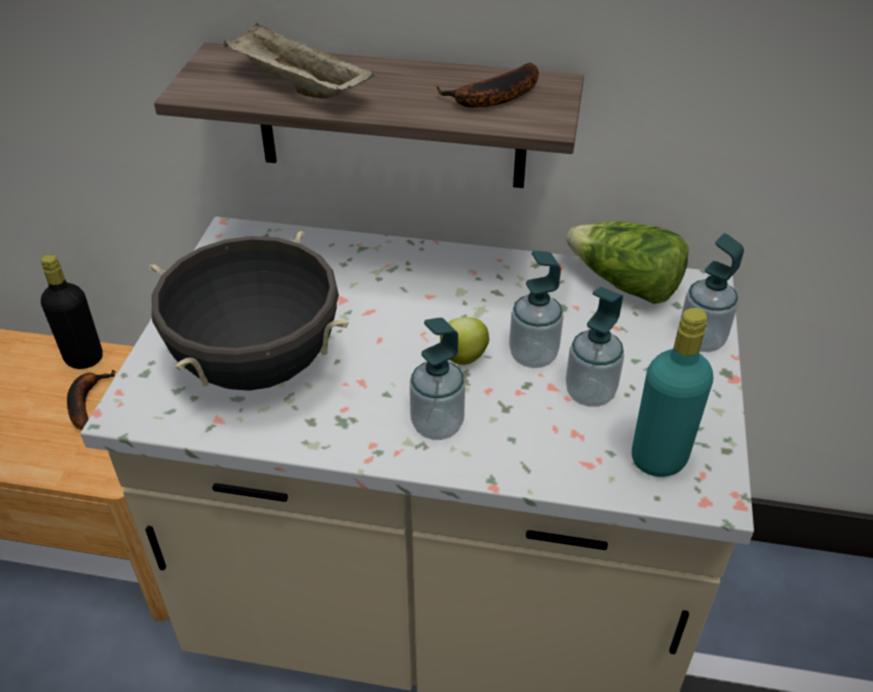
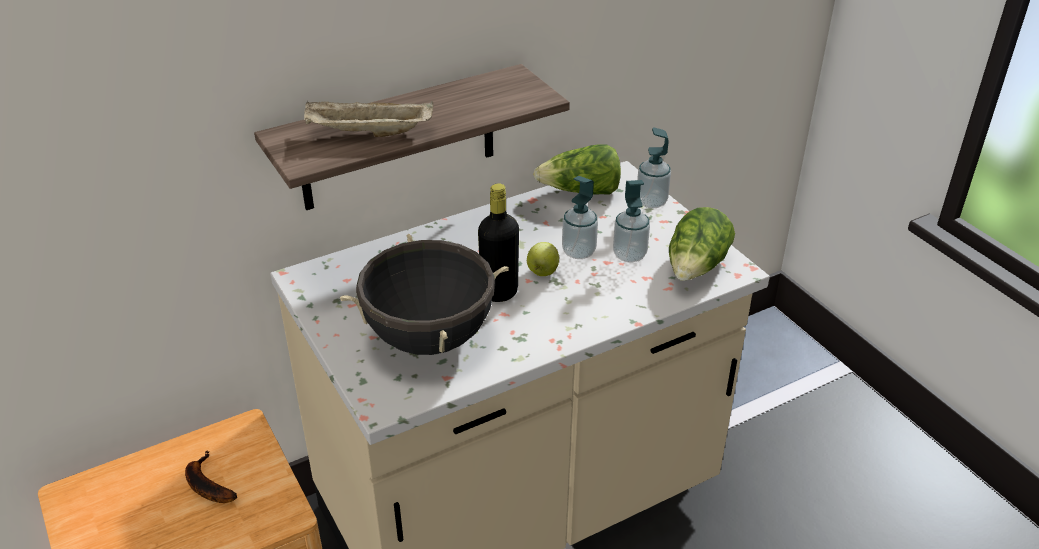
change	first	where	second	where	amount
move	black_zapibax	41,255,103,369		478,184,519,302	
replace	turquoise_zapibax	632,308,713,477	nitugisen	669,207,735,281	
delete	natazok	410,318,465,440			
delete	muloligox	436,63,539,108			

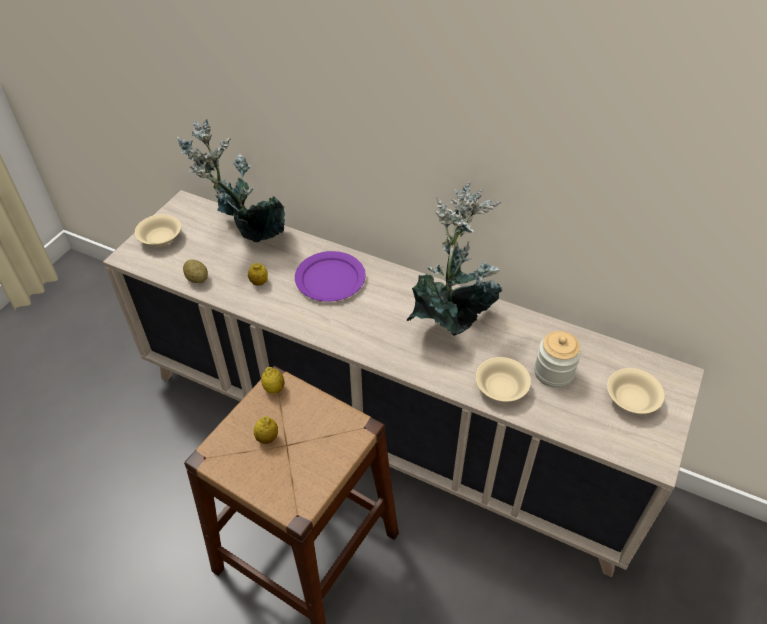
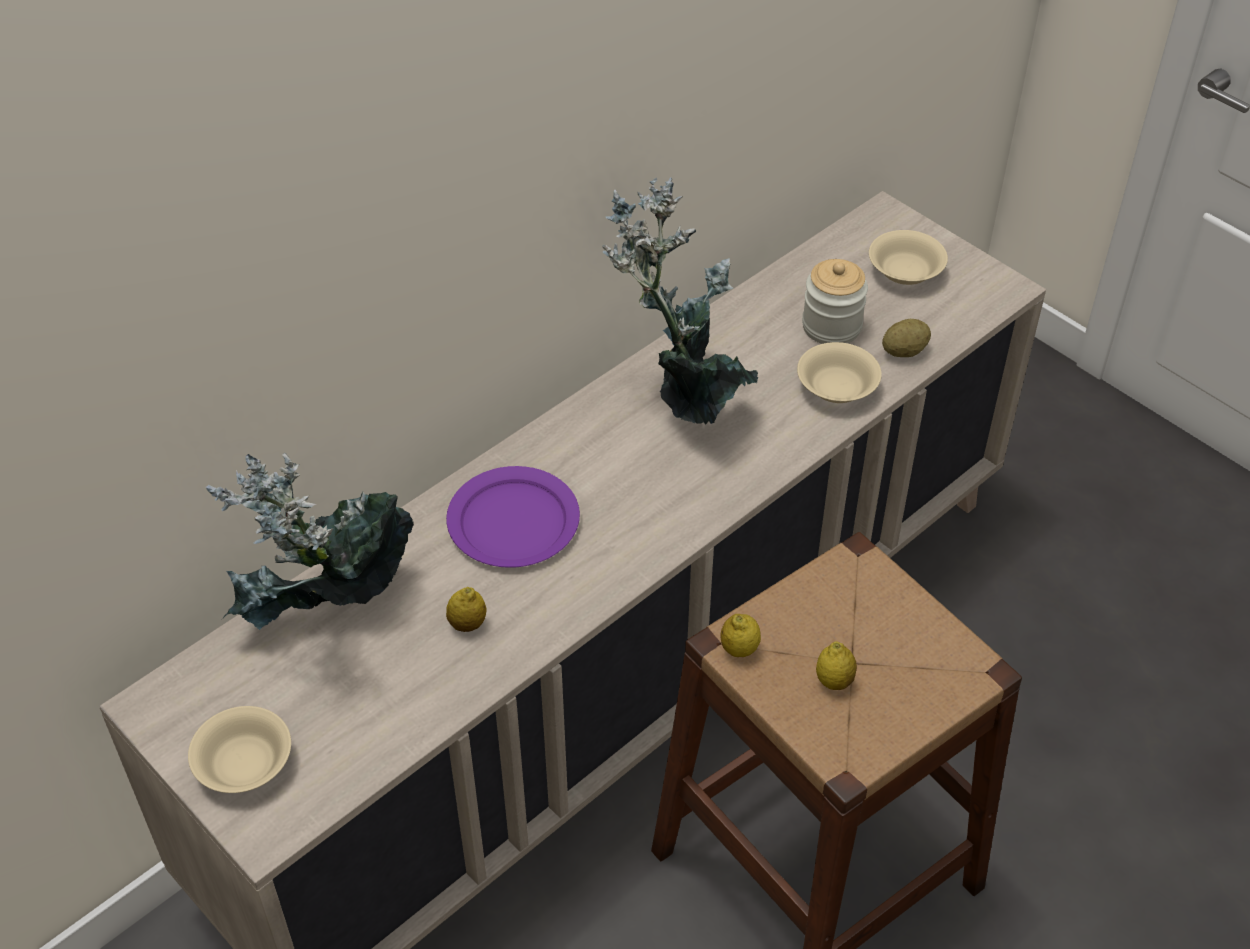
change	first	where	second	where	amount
move	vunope	183,259,208,283		882,319,931,357	

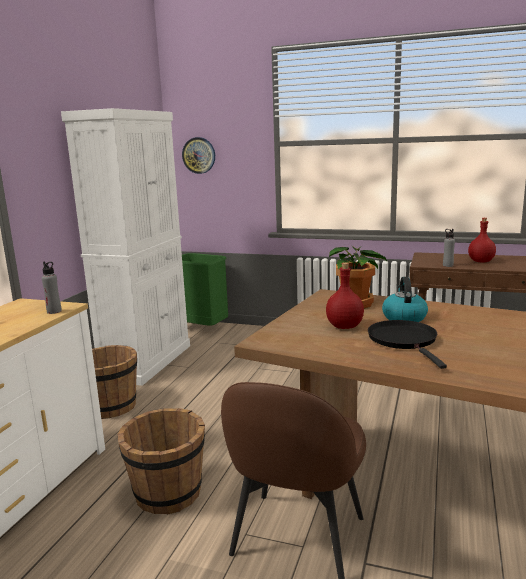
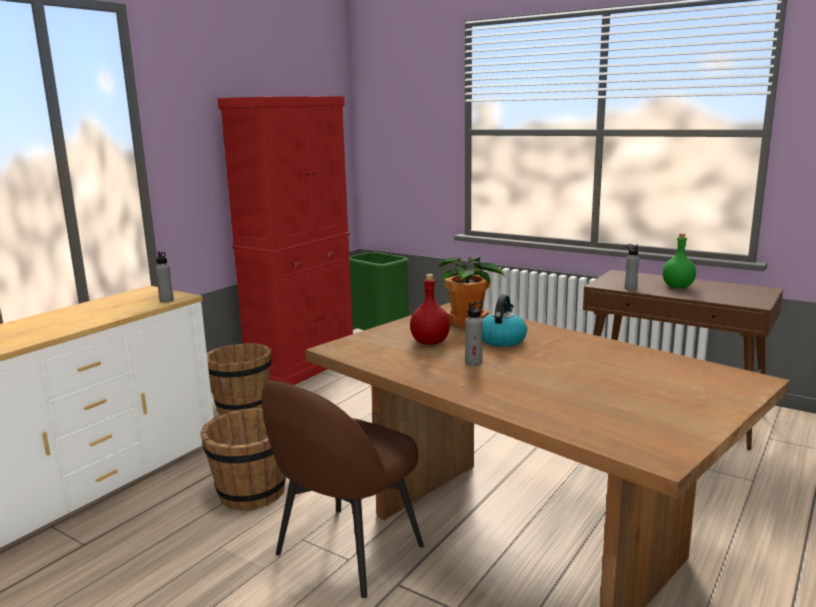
change	first	where	second	where	amount
recolor	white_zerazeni	61,108,190,386	red_zerazeni	217,96,353,385	
replace	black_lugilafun	368,320,447,369	grey_zapibax	465,301,483,366	
recolor	red_zapibax	468,218,496,263	green_zapibax	663,233,696,288	
delete	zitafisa	182,137,215,174			

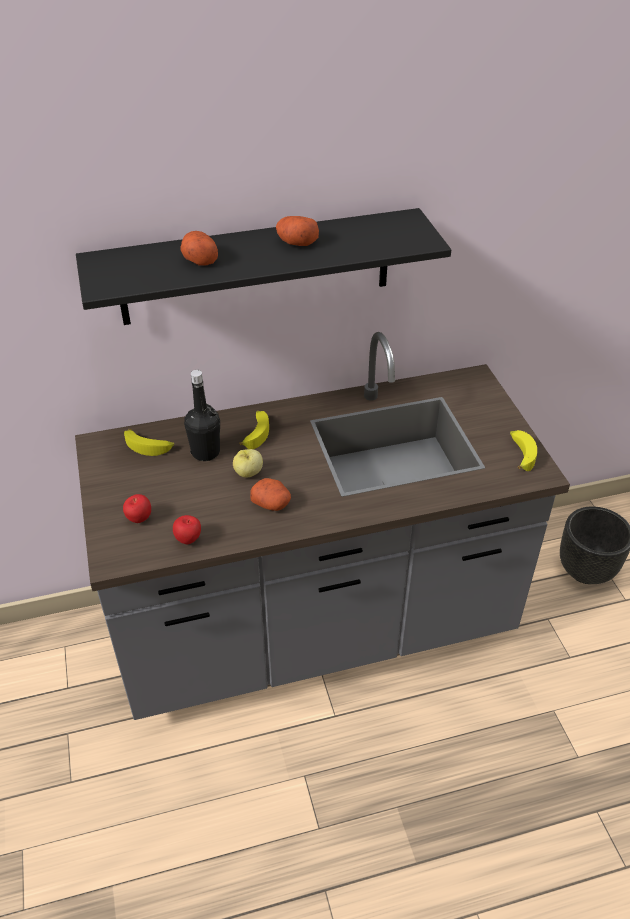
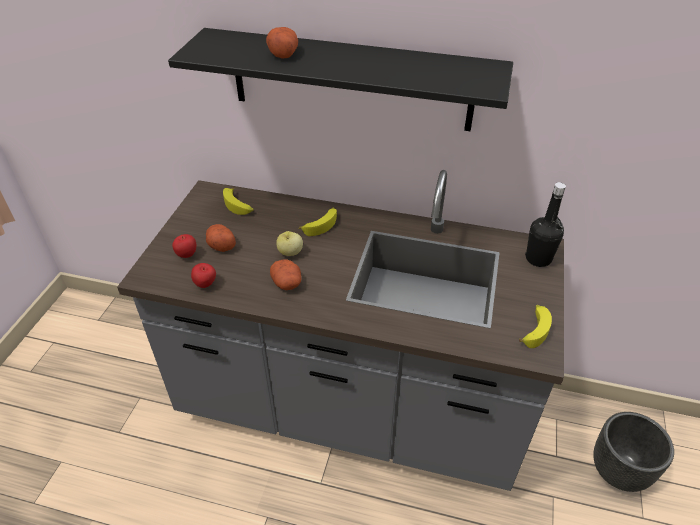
change	first	where	second	where	amount
move	vunope	276,216,319,246		206,224,236,252	
move	black_zapibax	184,370,220,461		525,182,566,267	

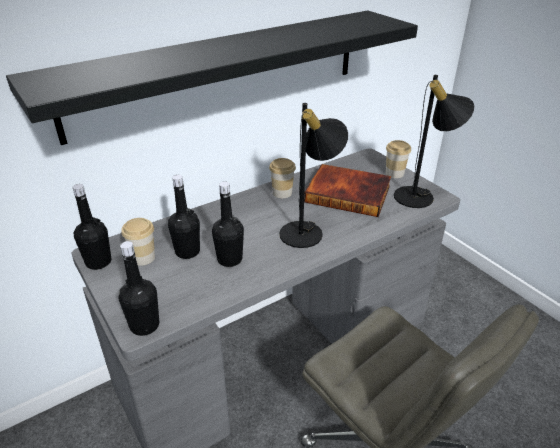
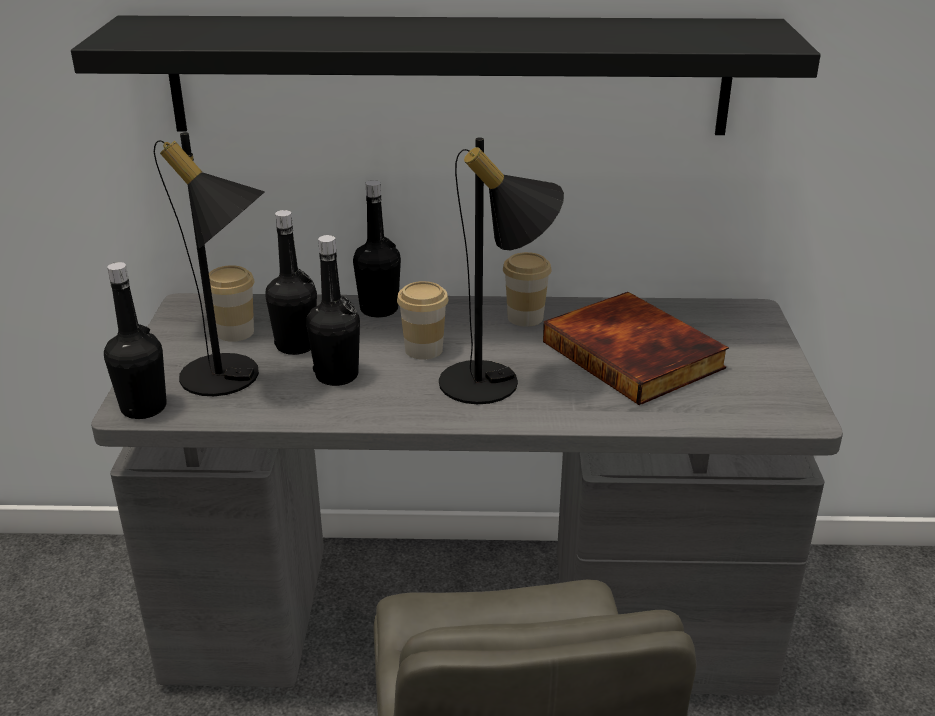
change	first	where	second	where	amount
move	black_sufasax	394,75,474,208		154,132,265,396	
move	black_zapibax	72,184,111,270		353,180,401,318	
move	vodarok	386,140,411,178		397,281,449,360	

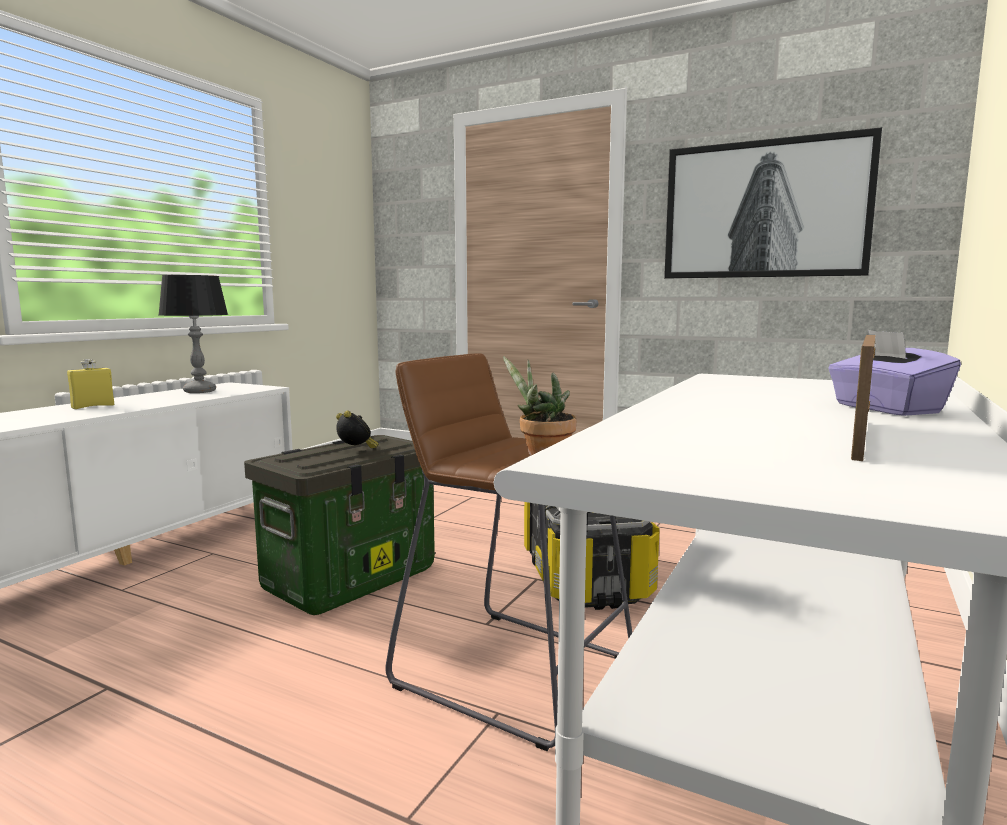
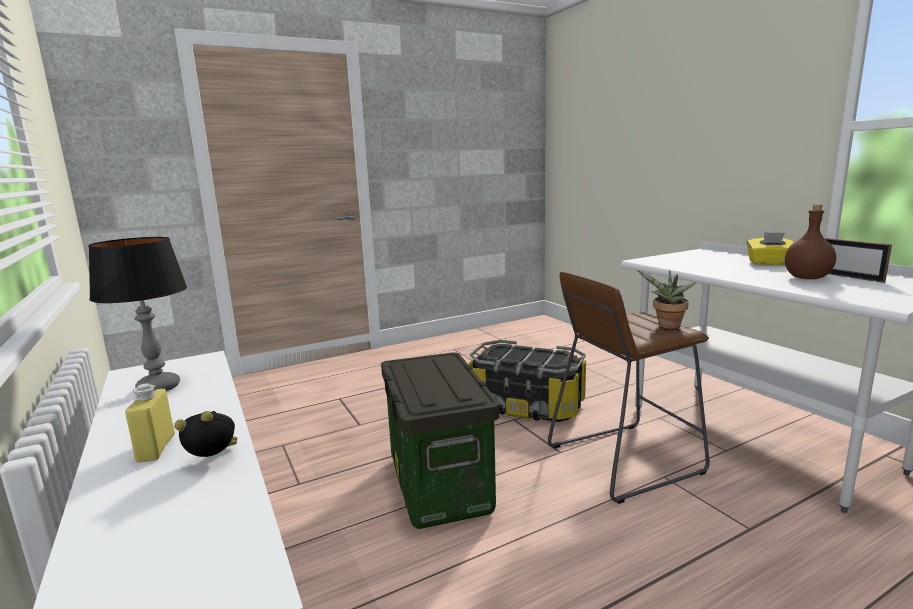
change	first	where	second	where	amount
move	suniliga	336,411,379,448		174,411,237,457	
recolor	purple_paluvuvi	828,330,961,416	yellow_paluvuvi	747,232,794,265	
insert			brown_zapibax	785,204,836,279	
delete	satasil	664,127,882,279			

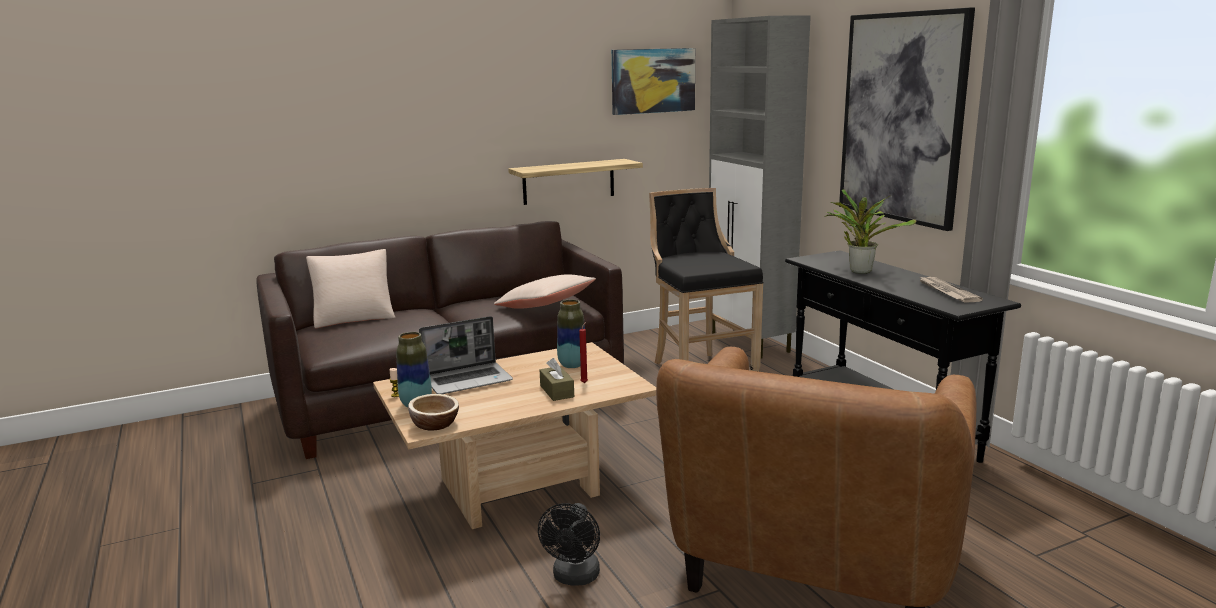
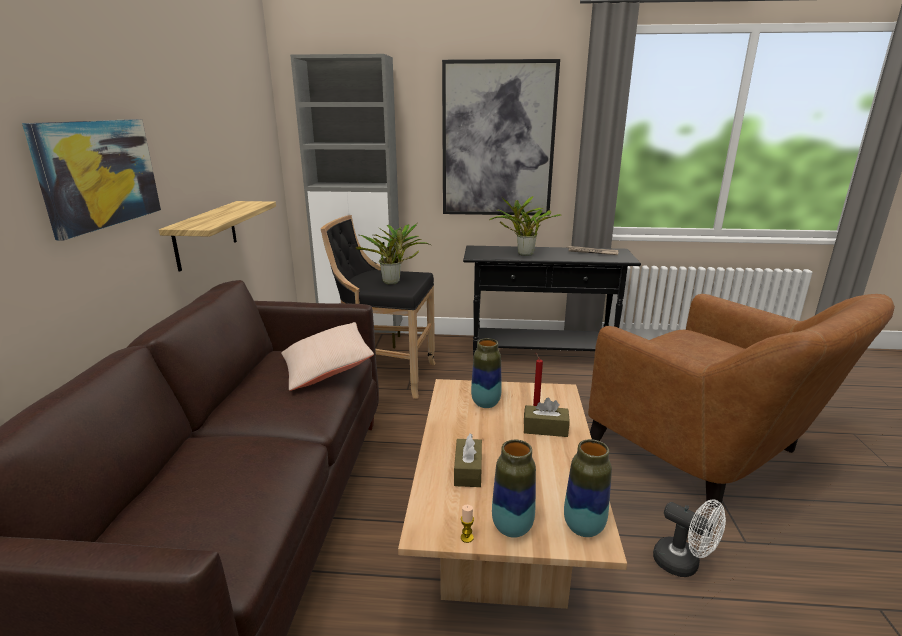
change	first	where	second	where	amount
move	satasil	611,48,695,115		22,119,161,241	
insert			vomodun	356,223,431,285	
replace	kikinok	419,316,513,394	brown_paluvuvi	454,434,482,487	
replace	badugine	408,394,459,430	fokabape	564,439,612,537	
recolor	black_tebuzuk	538,503,600,586	white_tebuzuk	653,499,726,577	
delete	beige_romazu	306,249,395,328			

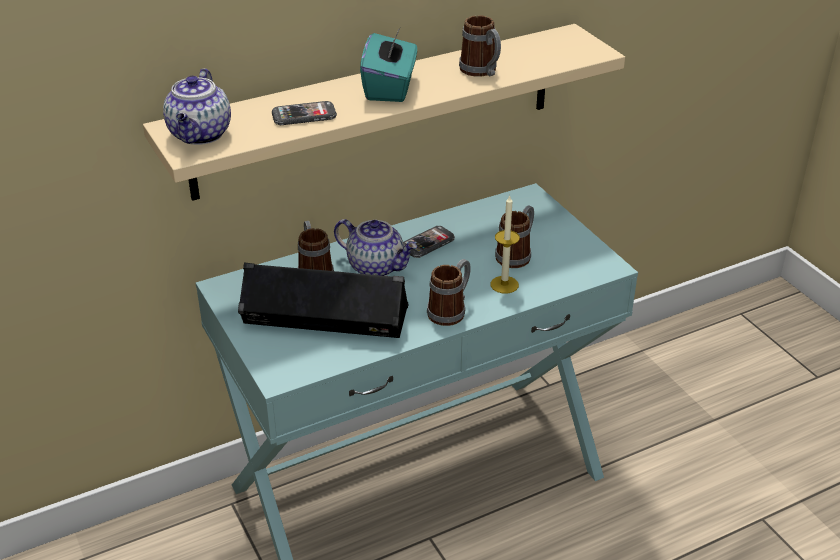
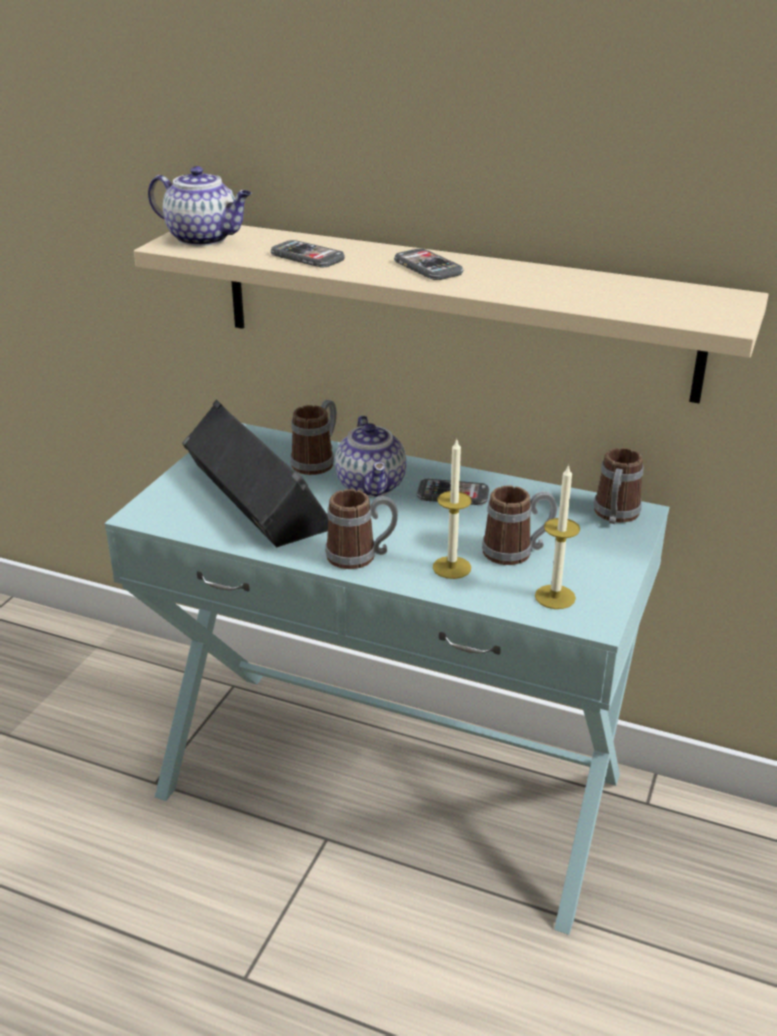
change	first	where	second	where	amount
rotate	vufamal	163,68,231,145		148,166,251,246	120 degrees counterclockwise
replace	turquoise_paluvuvi	360,28,417,102	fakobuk	394,249,463,280	
insert			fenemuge	535,464,580,609	
move	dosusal	459,15,501,77		594,448,643,524	

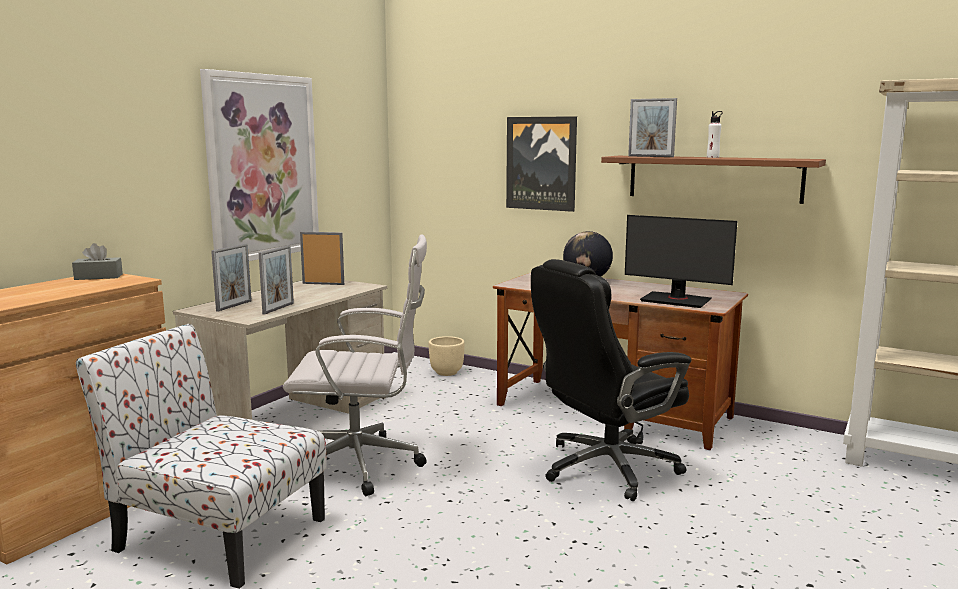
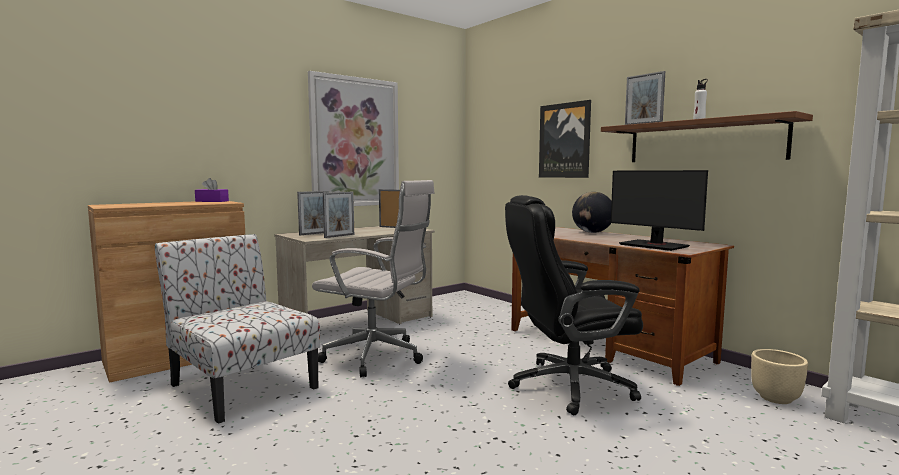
change	first	where	second	where	amount
recolor	grey_paluvuvi	72,243,123,280	purple_paluvuvi	195,178,229,202	
move	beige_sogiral	429,336,465,376		751,349,808,404	

